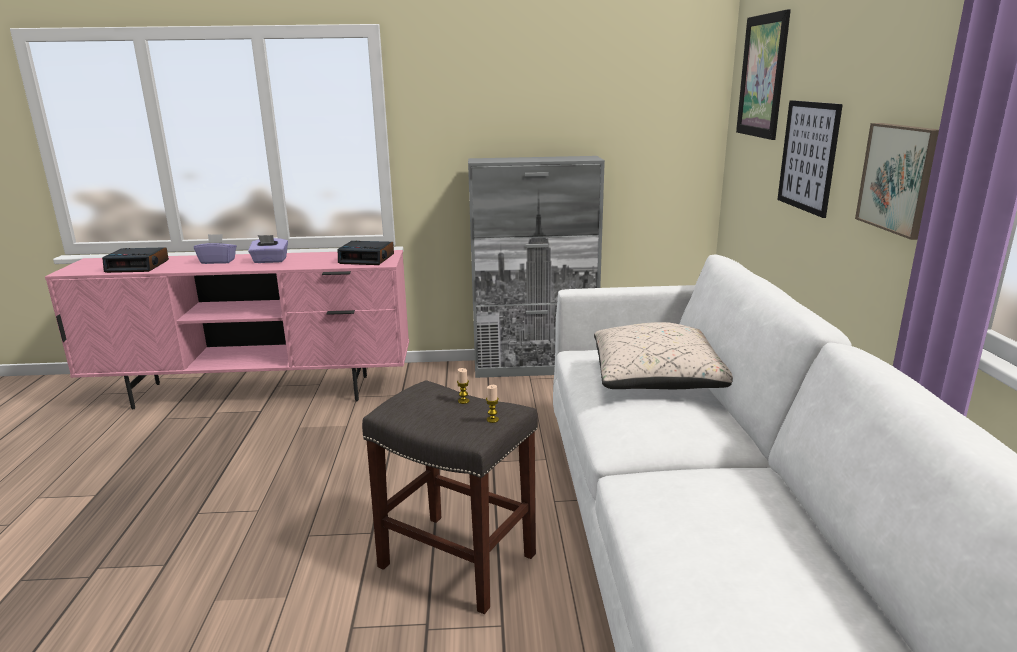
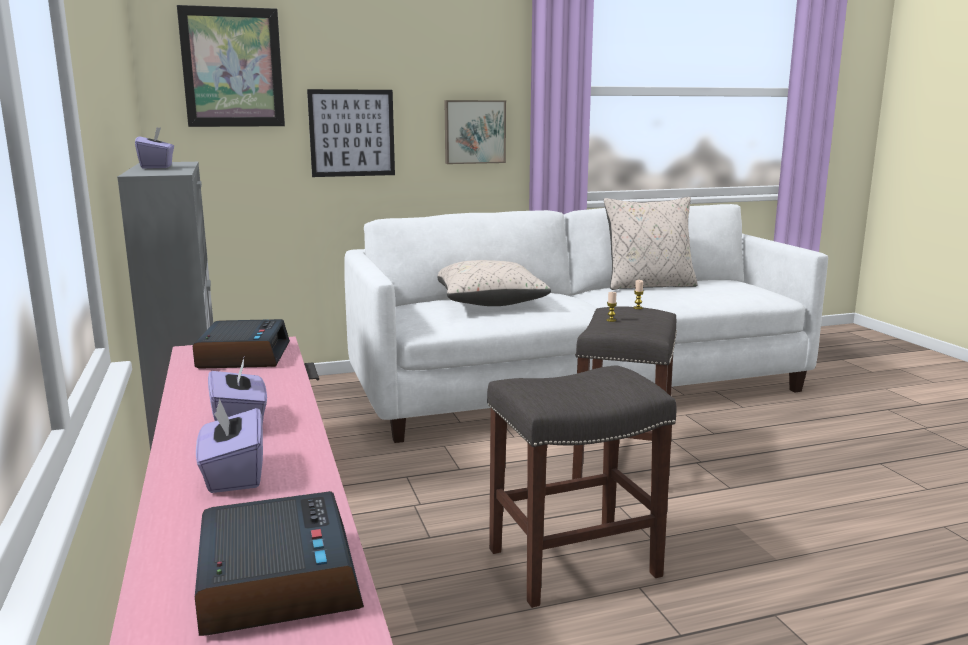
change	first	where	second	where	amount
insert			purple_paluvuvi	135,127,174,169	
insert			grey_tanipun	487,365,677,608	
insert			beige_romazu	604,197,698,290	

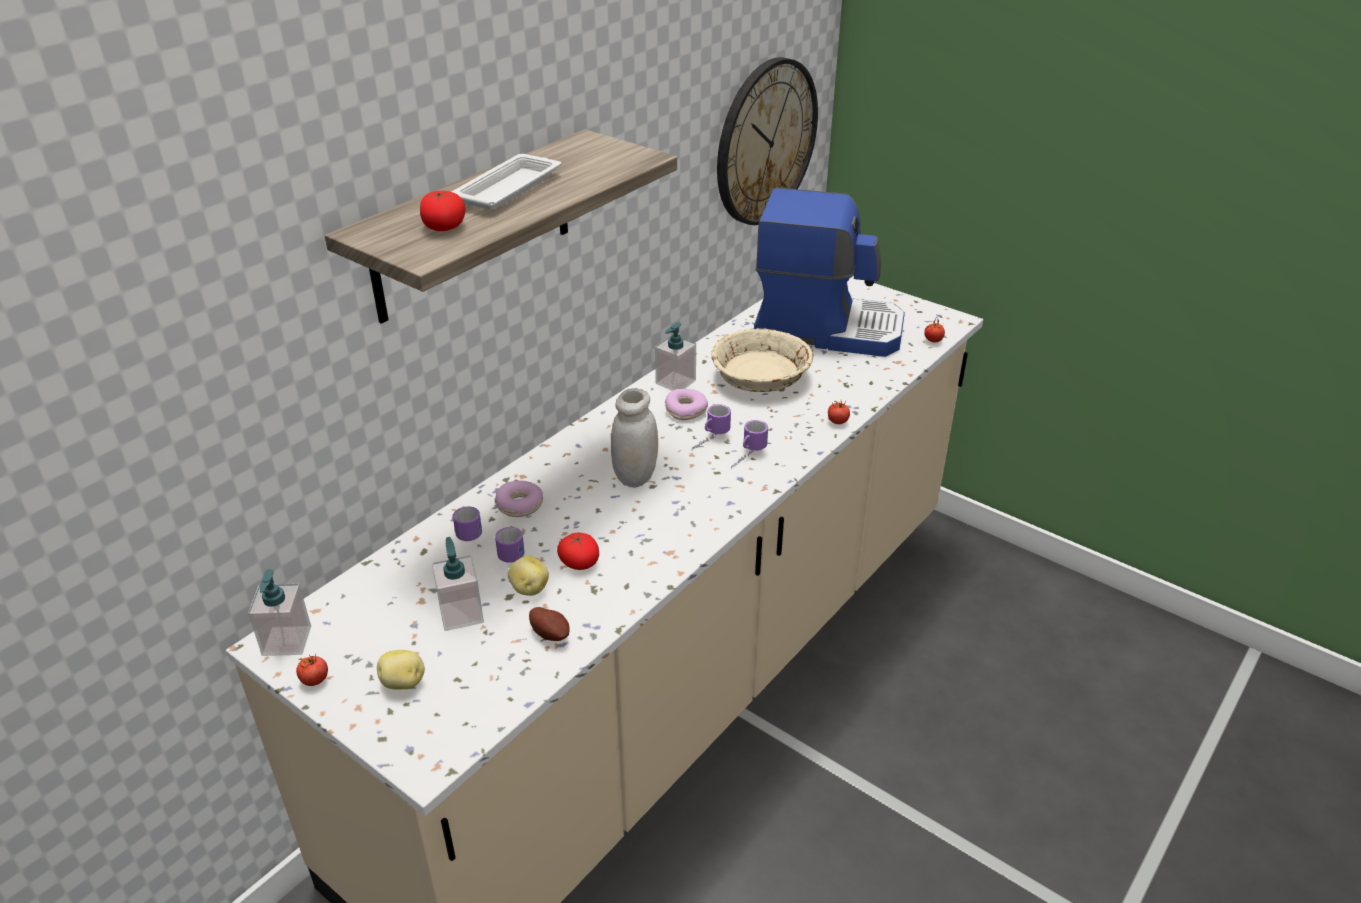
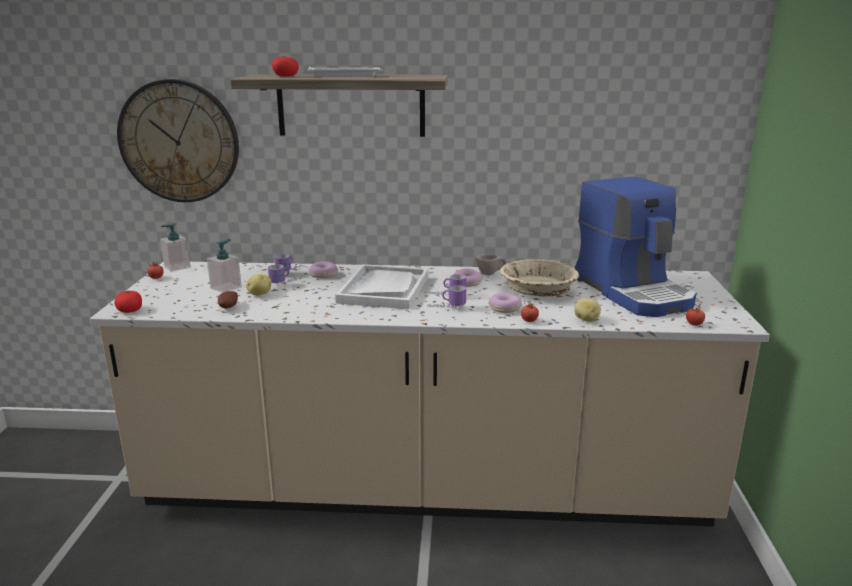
change	first	where	second	where	amount
move	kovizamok	557,532,599,570		114,290,142,313	
move	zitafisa	717,57,818,225		117,79,239,202	
replace	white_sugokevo	611,388,658,488	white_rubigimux	335,264,428,309	
replace	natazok	655,322,696,391	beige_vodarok	476,254,506,275	
insert			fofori	489,293,522,313	
move	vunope	377,650,425,689		574,298,601,322	

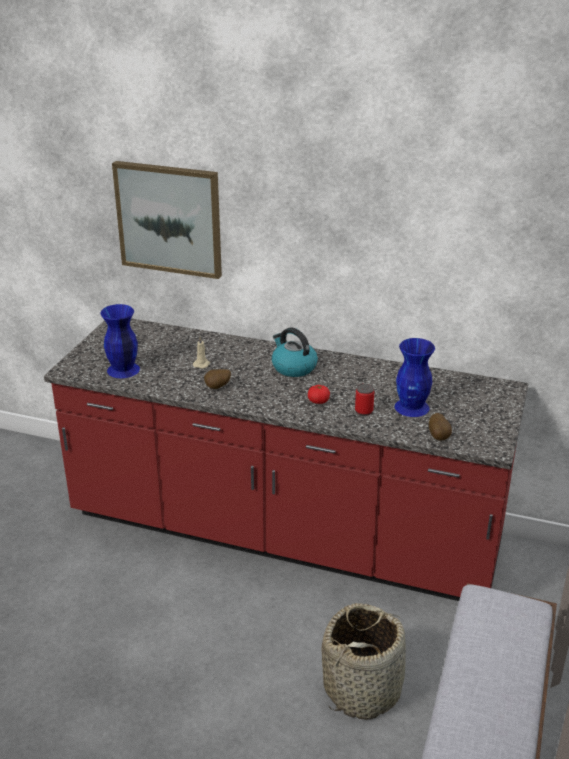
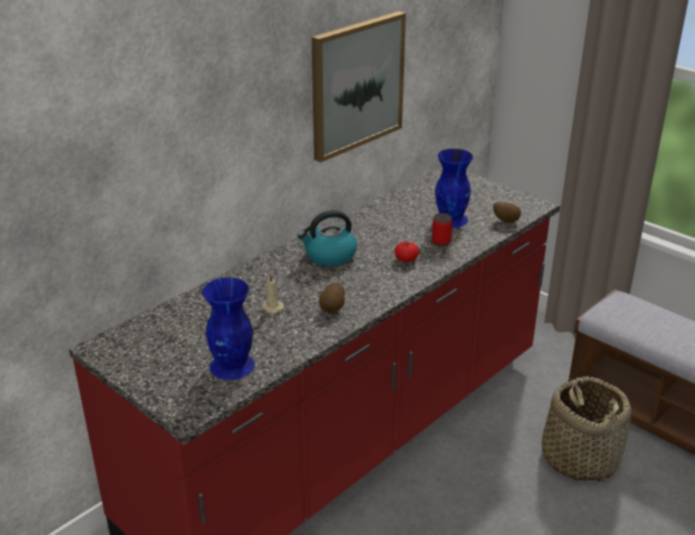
change	first	where	second	where	amount
move	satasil	112,161,222,279		312,11,406,162	

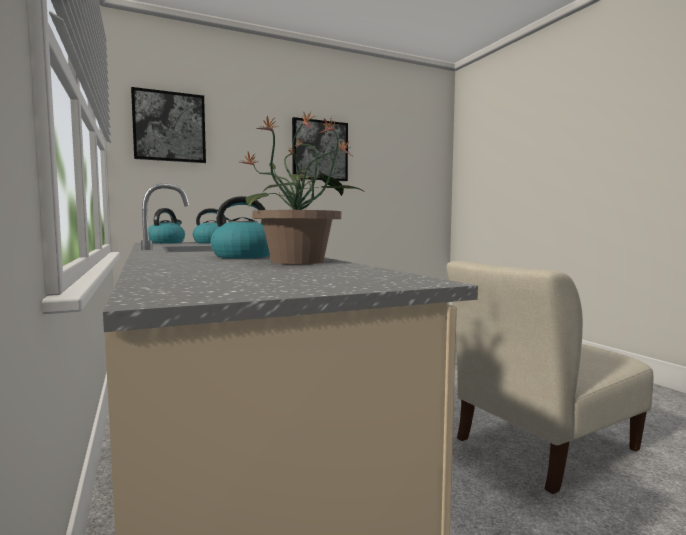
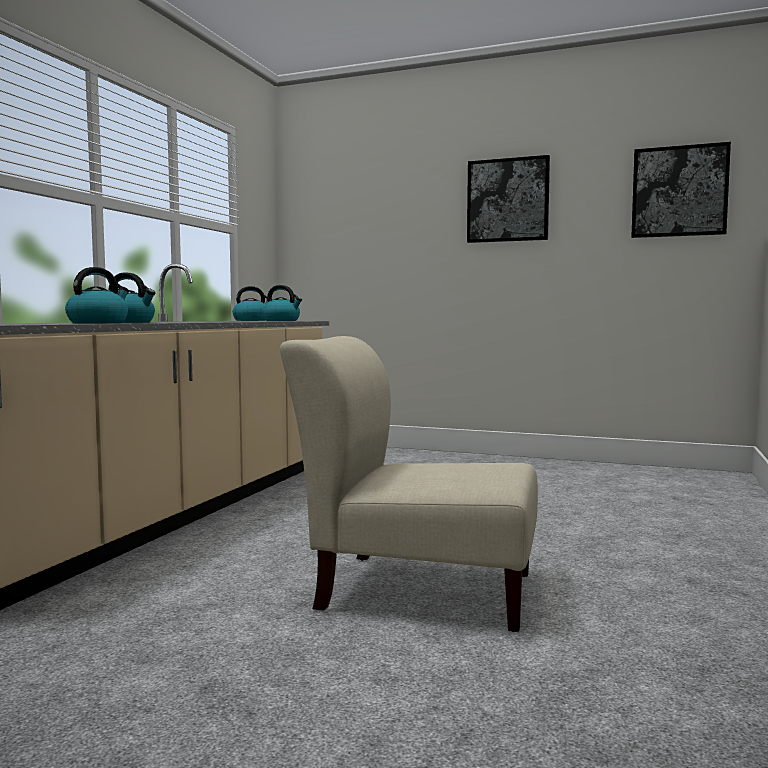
change	first	where	second	where	amount
replace	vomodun	240,111,365,264	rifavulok	65,267,129,323	
move	satasil	131,87,206,163		631,142,731,238	

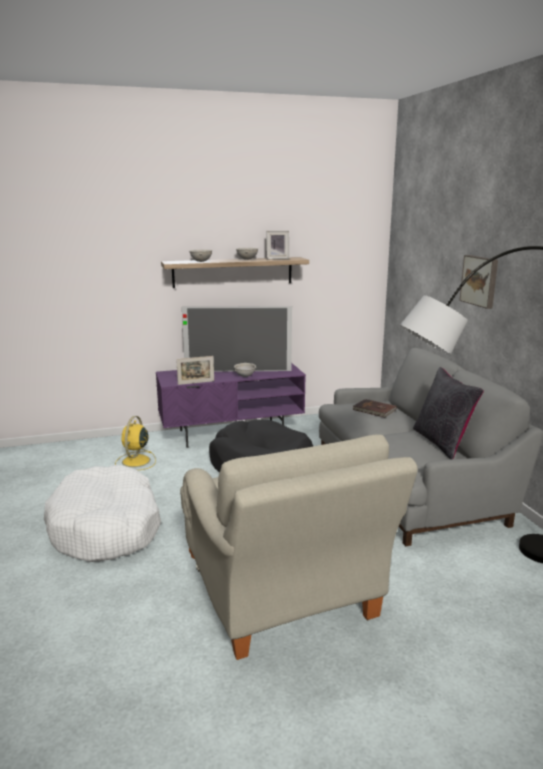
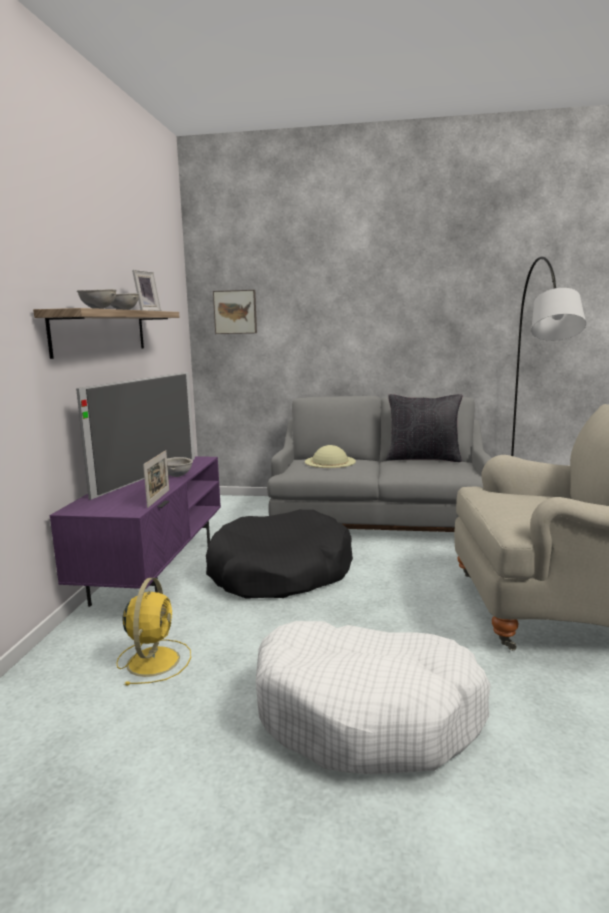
change	first	where	second	where	amount
rotate	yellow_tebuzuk	115,416,156,470		116,578,191,685	120 degrees counterclockwise
move	satasil	460,255,498,309		213,290,257,334	
replace	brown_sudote	352,399,396,417	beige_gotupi	305,445,356,468	

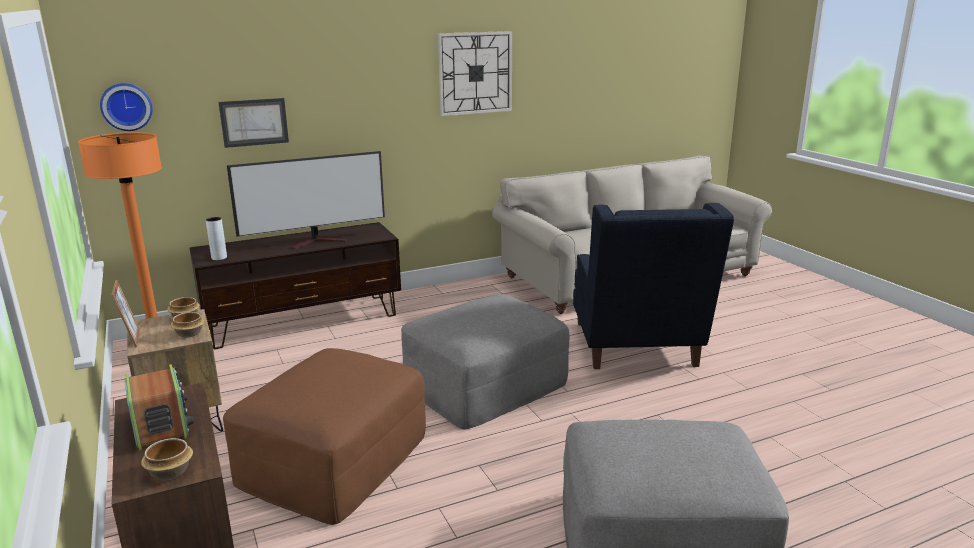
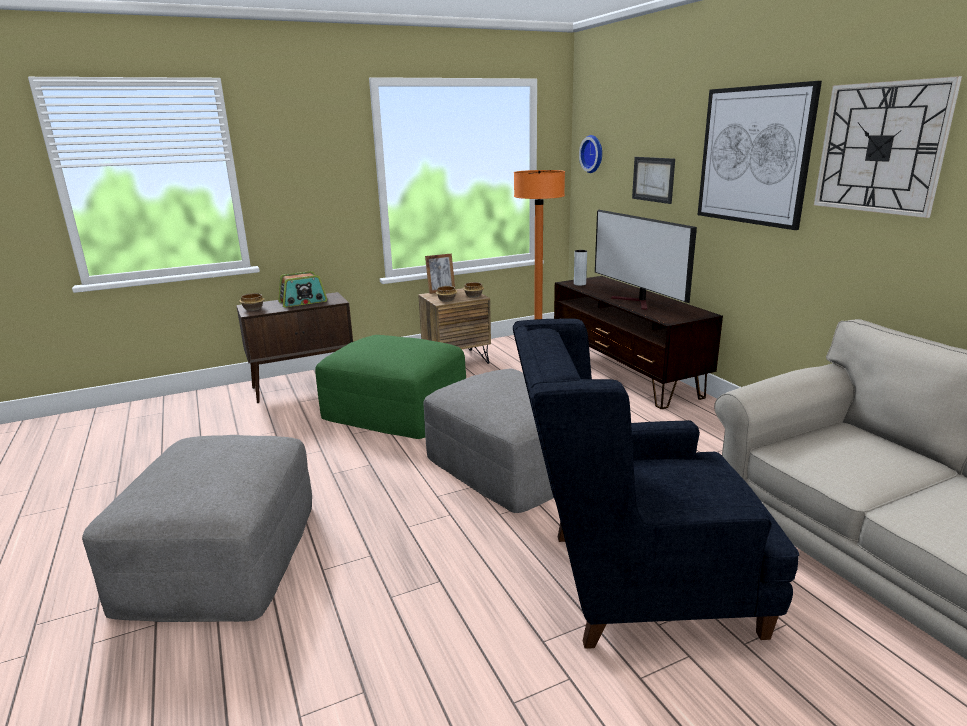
change	first	where	second	where	amount
recolor	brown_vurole	223,348,426,525	green_vurole	315,335,466,439	
insert			satasil	698,81,822,230	

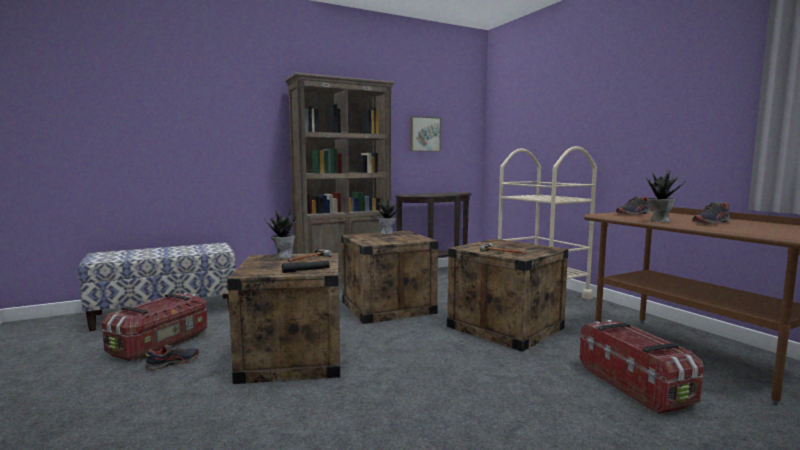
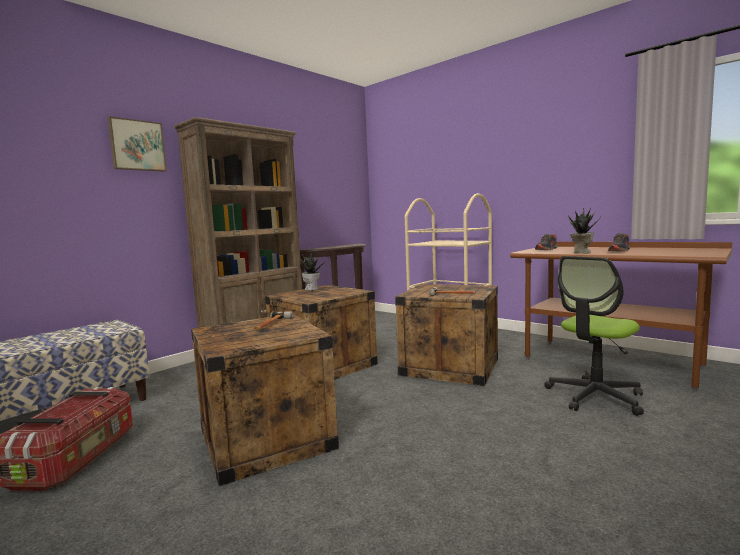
change	first	where	second	where	amount
move	satasil	410,116,441,152		107,116,167,172	
replace	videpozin	580,320,704,414	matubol	544,256,644,416	
delete	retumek	145,345,200,370			
delete	vomodun	264,210,296,259			
delete	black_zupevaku	282,261,330,273			

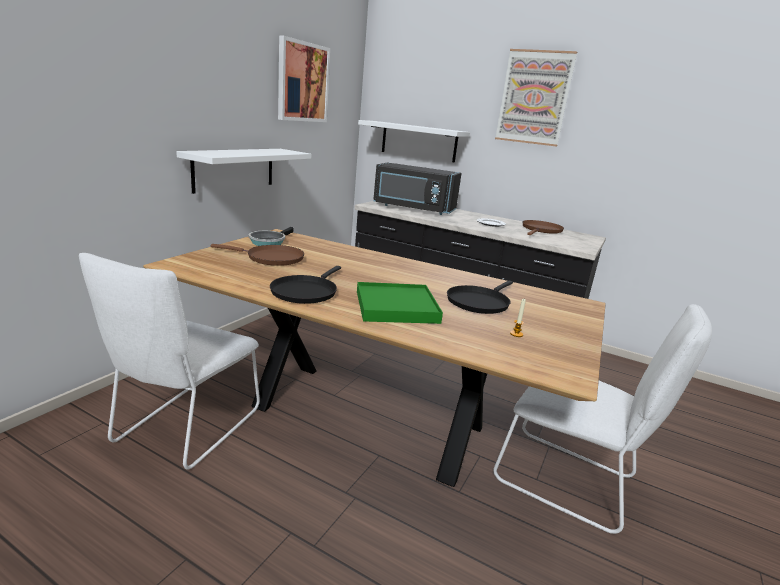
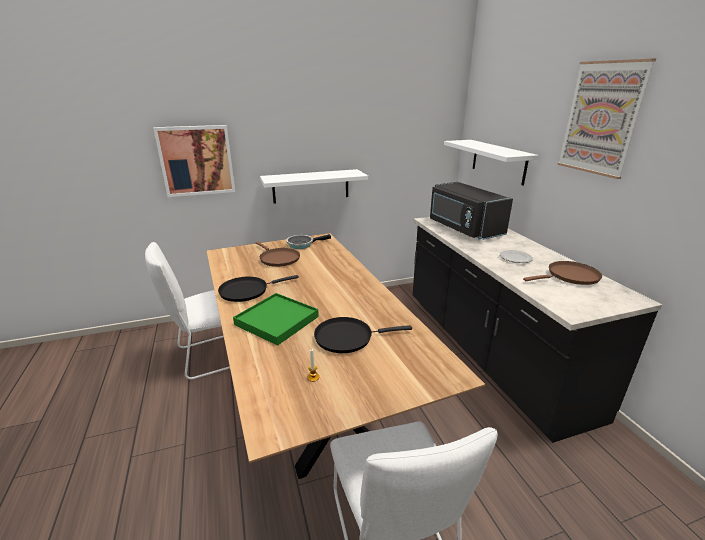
change	first	where	second	where	amount
move	satasil	278,35,330,122		153,125,235,197	

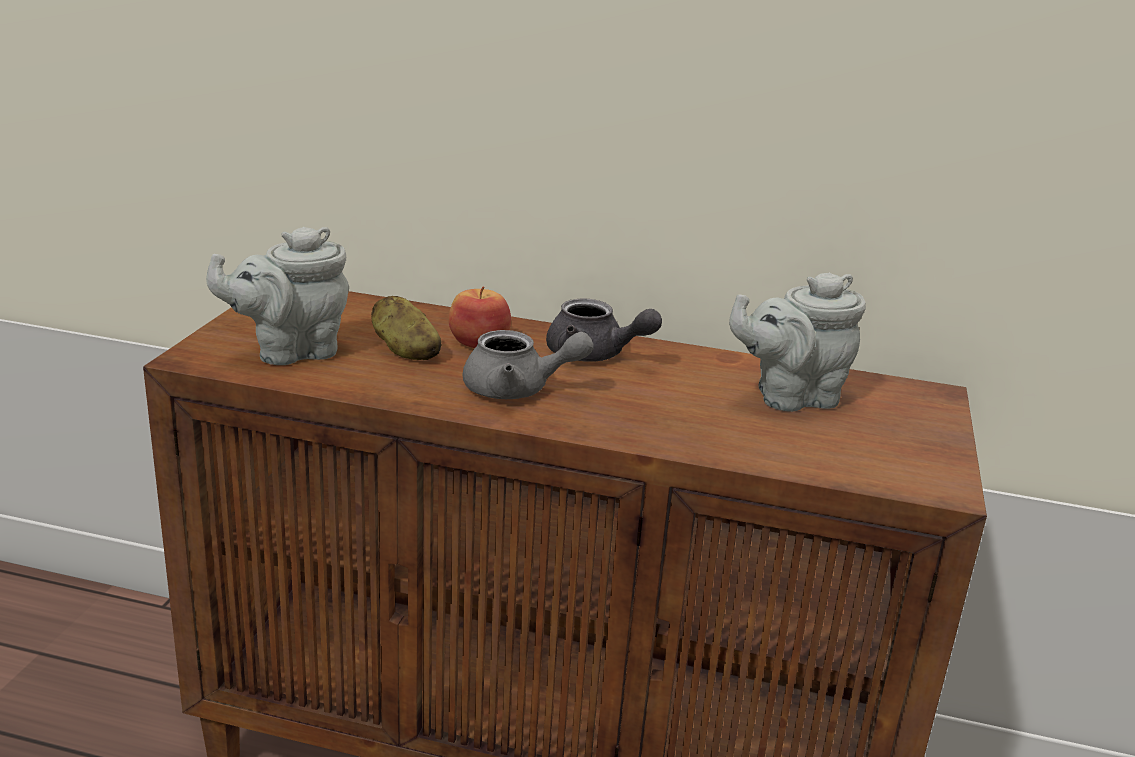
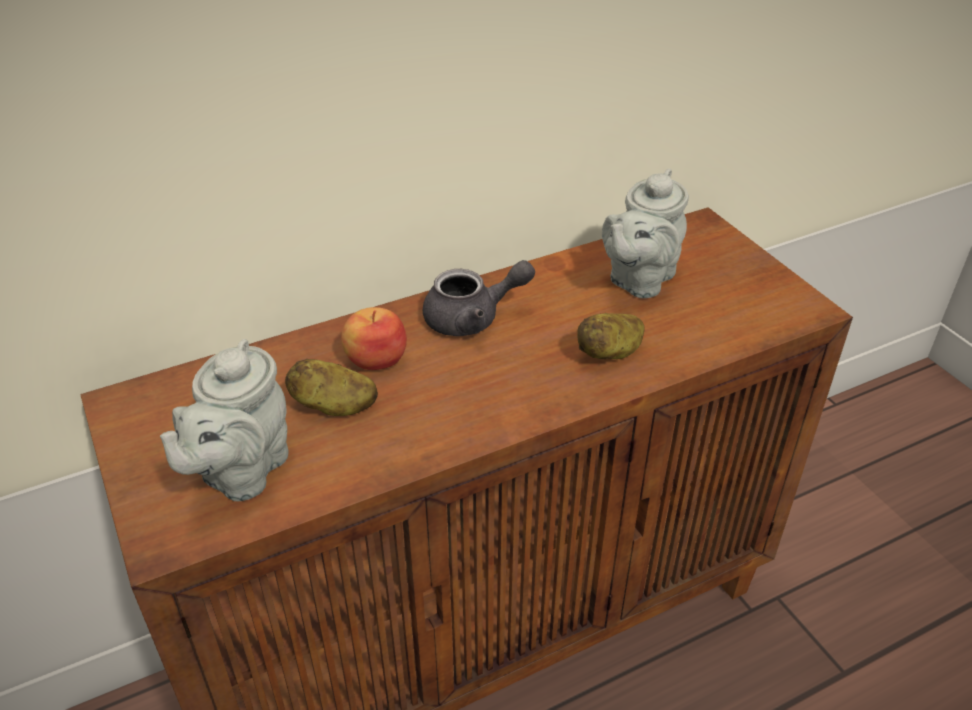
change	first	where	second	where	amount
insert			vunope	577,313,645,359	
delete	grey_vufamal	462,330,594,399			

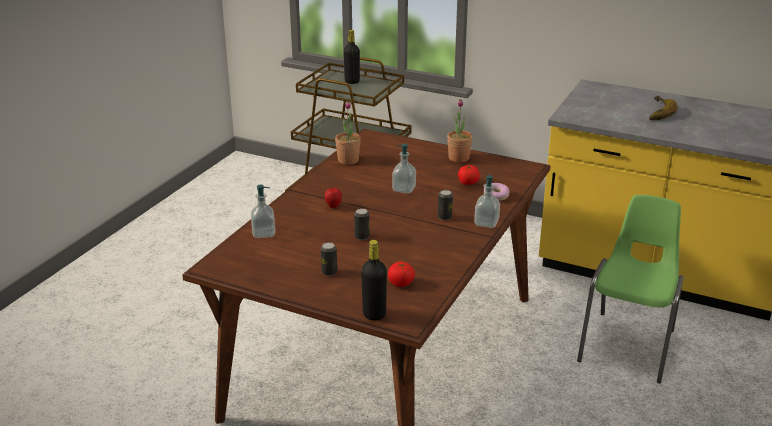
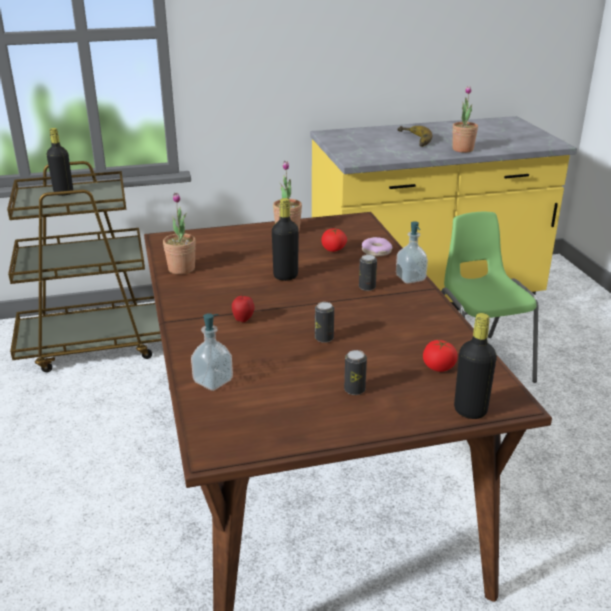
change	first	where	second	where	amount
replace	natazok	392,144,416,194	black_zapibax	272,198,299,281	
insert			vomodun	452,86,478,153	

